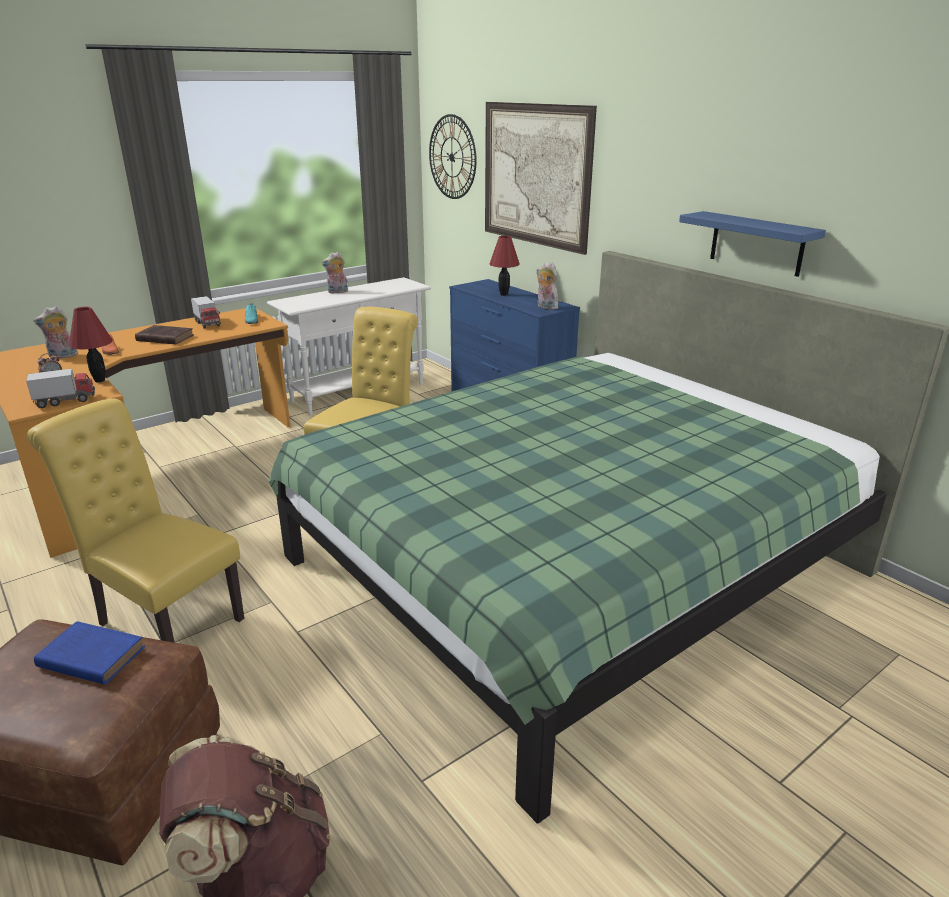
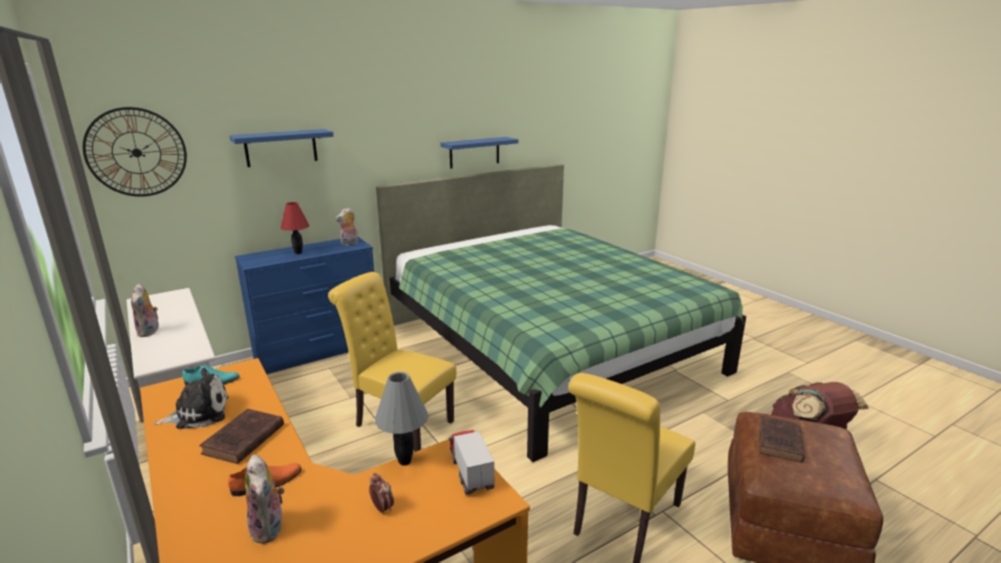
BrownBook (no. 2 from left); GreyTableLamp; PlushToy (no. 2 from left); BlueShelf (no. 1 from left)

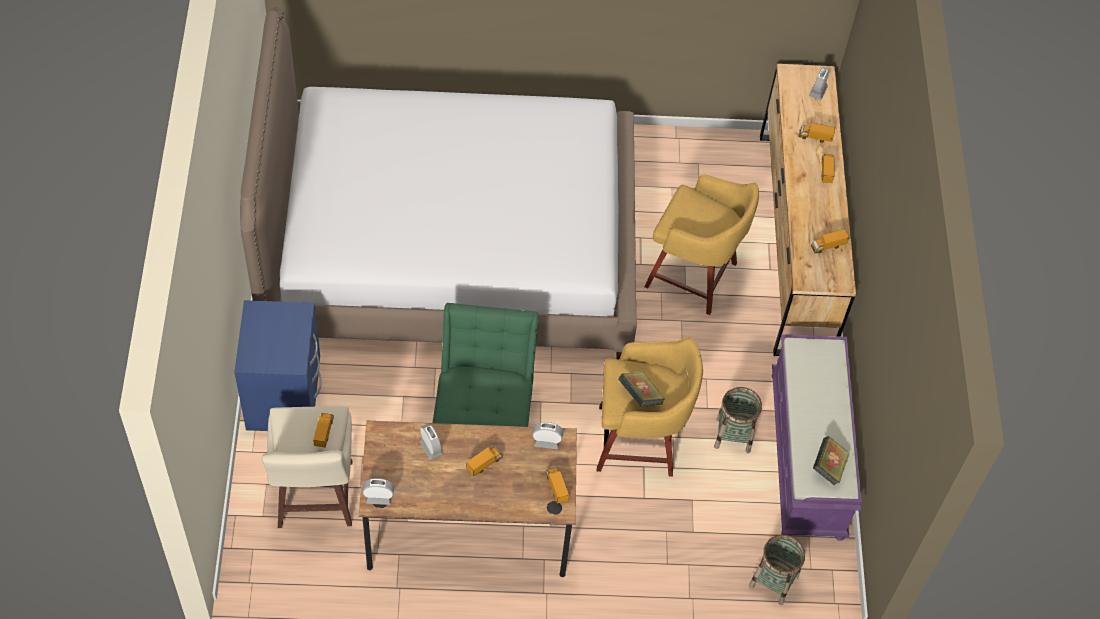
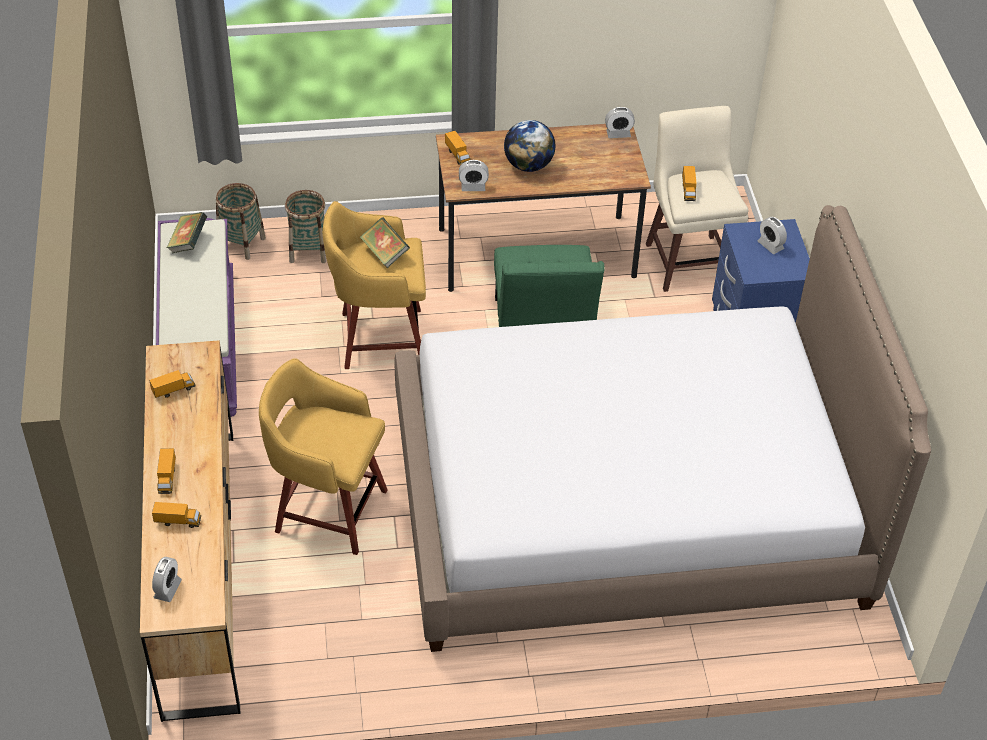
AlarmClock (no. 4 from left); Globe; Basket (no. 2 from left)

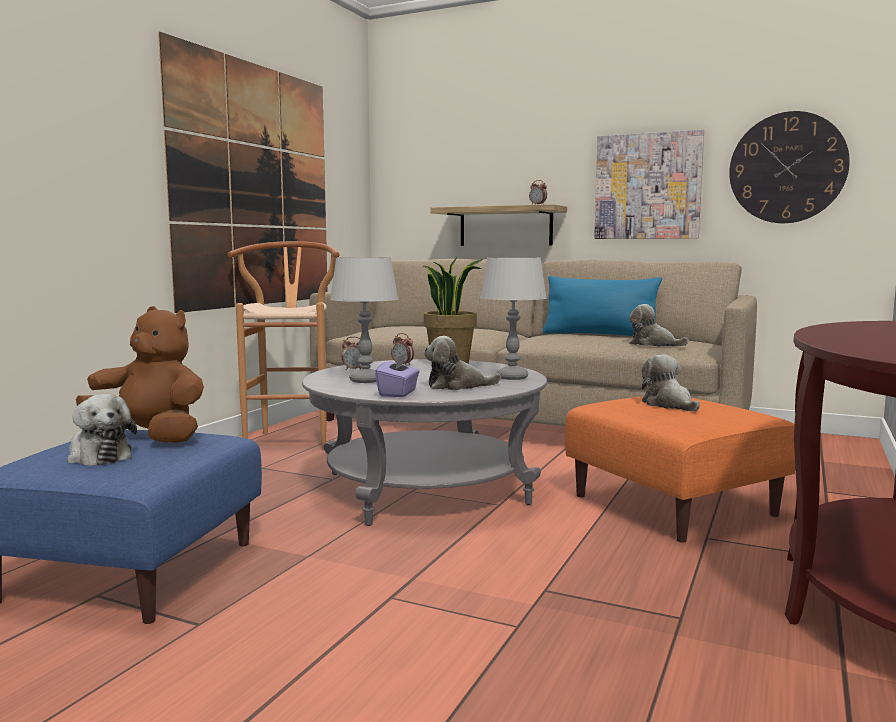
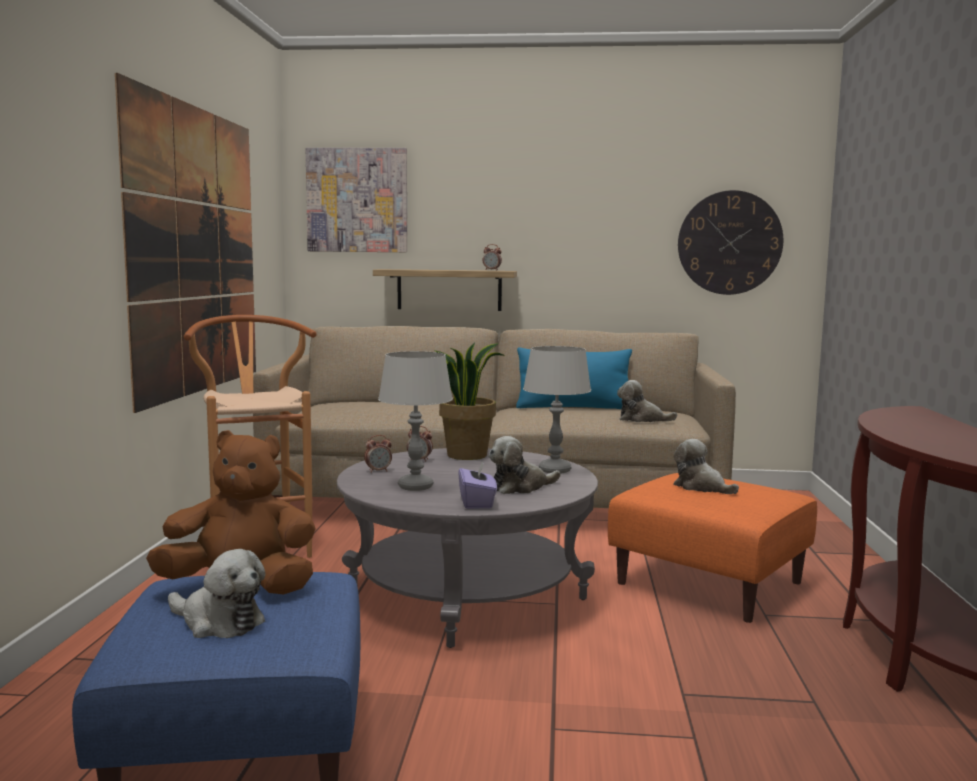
Picture (no. 2 from left)

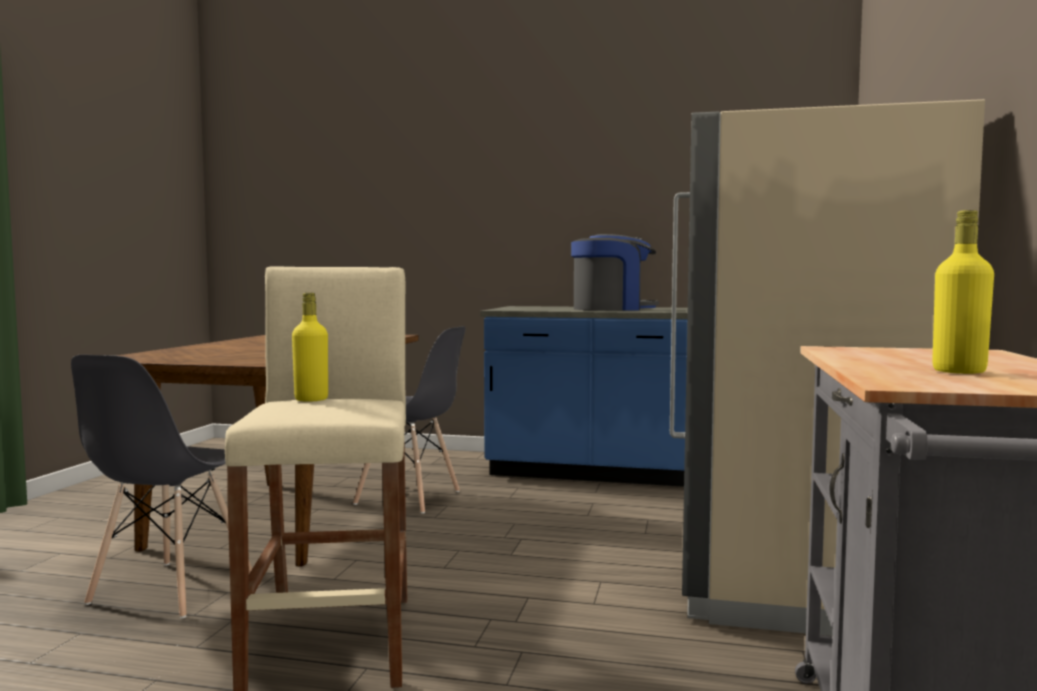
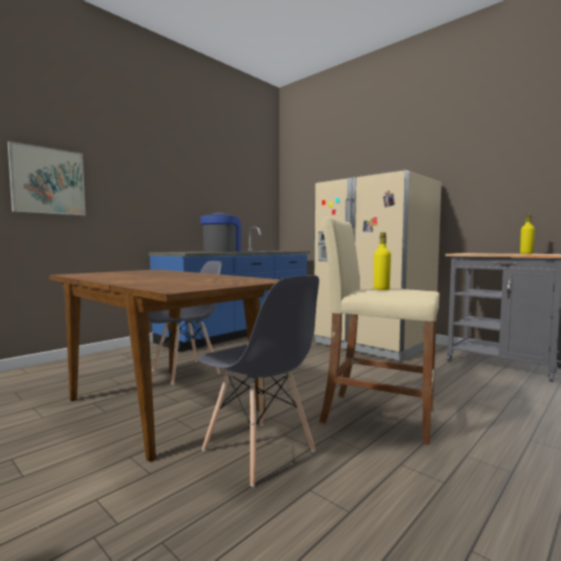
Picture

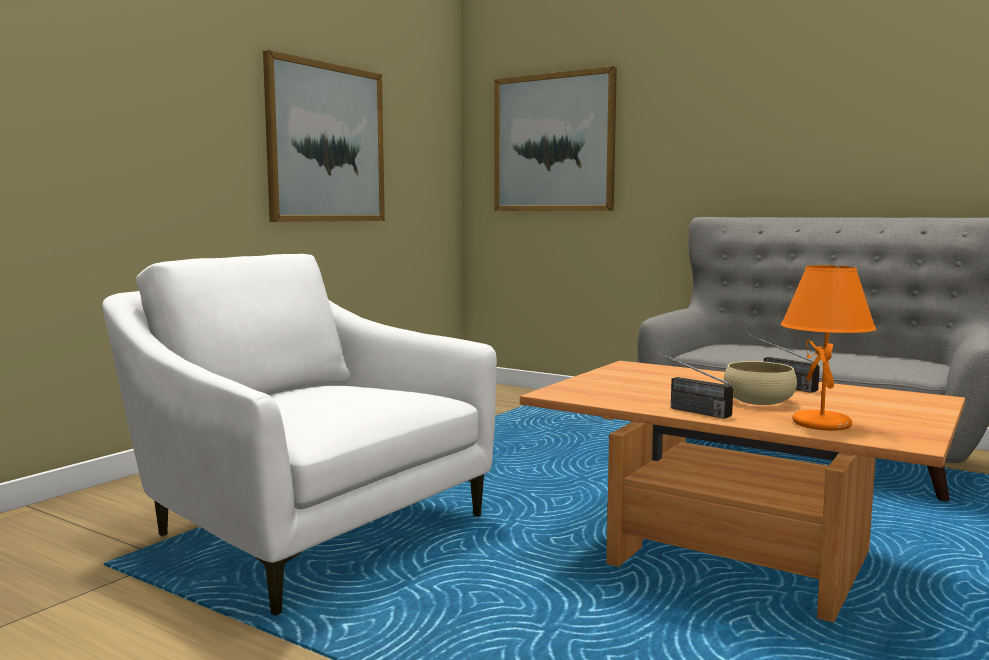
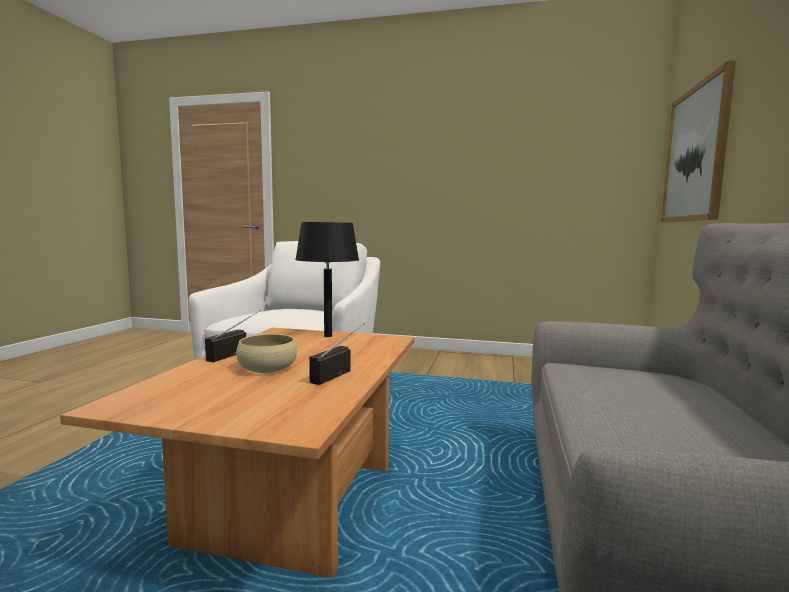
Picture (no. 1 from left in the first image); OrangeTableLamp; BlackTableLamp

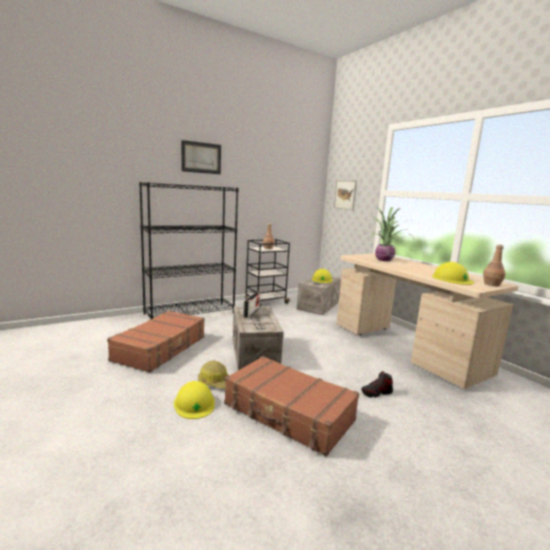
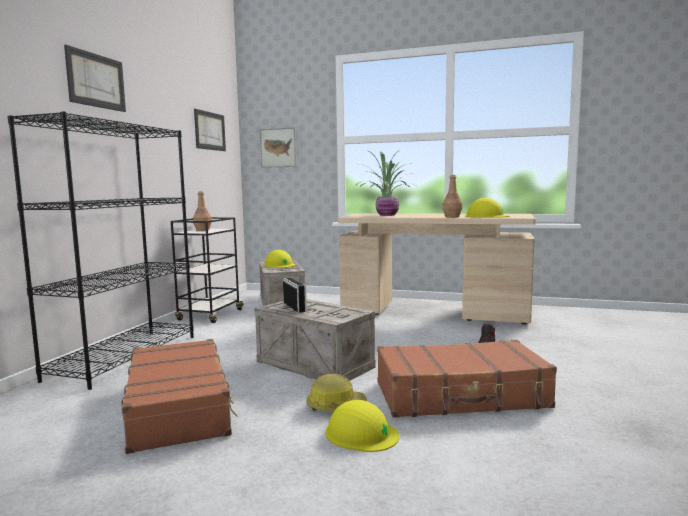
BrownBottle (no. 2 from left); Picture (no. 2 from left)

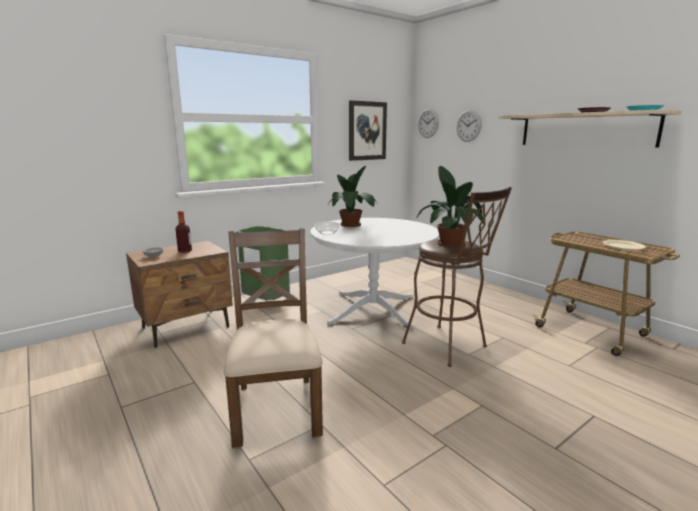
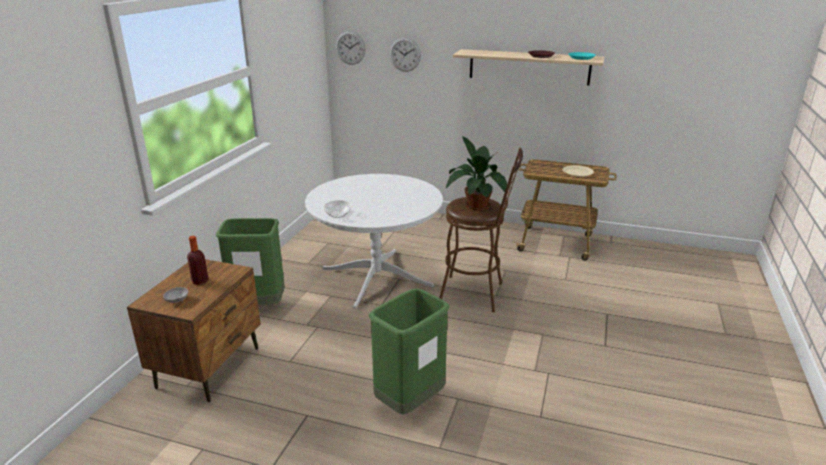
GreenTrashCan (no. 2 from left); PottedPlant (no. 1 from left in the first image); Picture

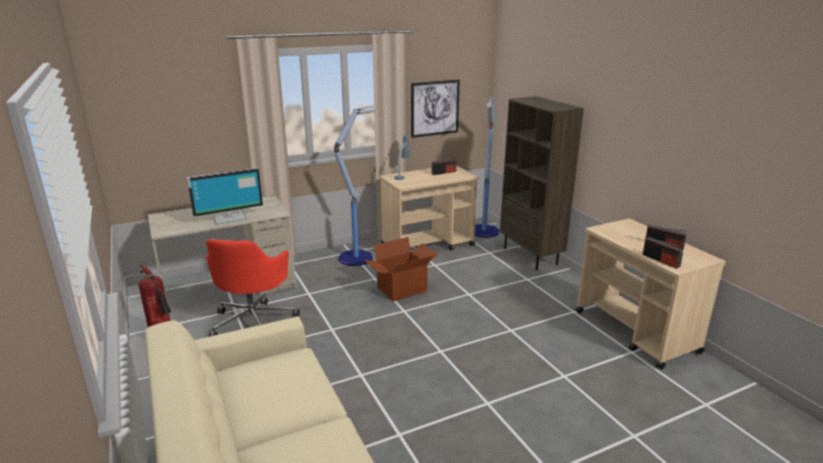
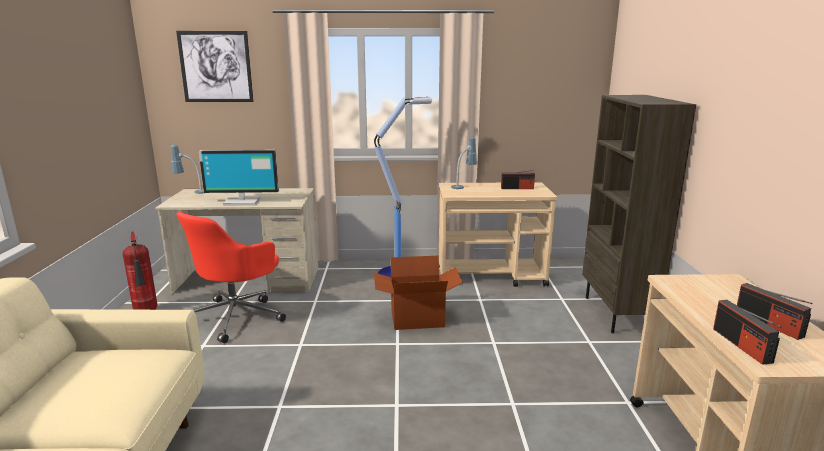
Picture; FloorLamp (no. 2 from left in the first image); TableLamp (no. 1 from left)

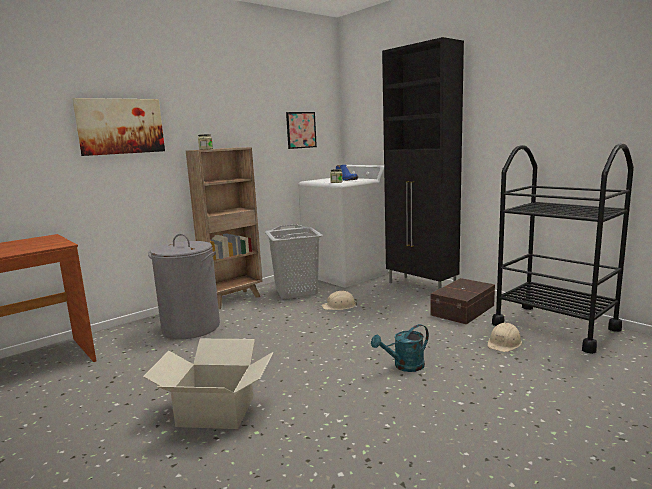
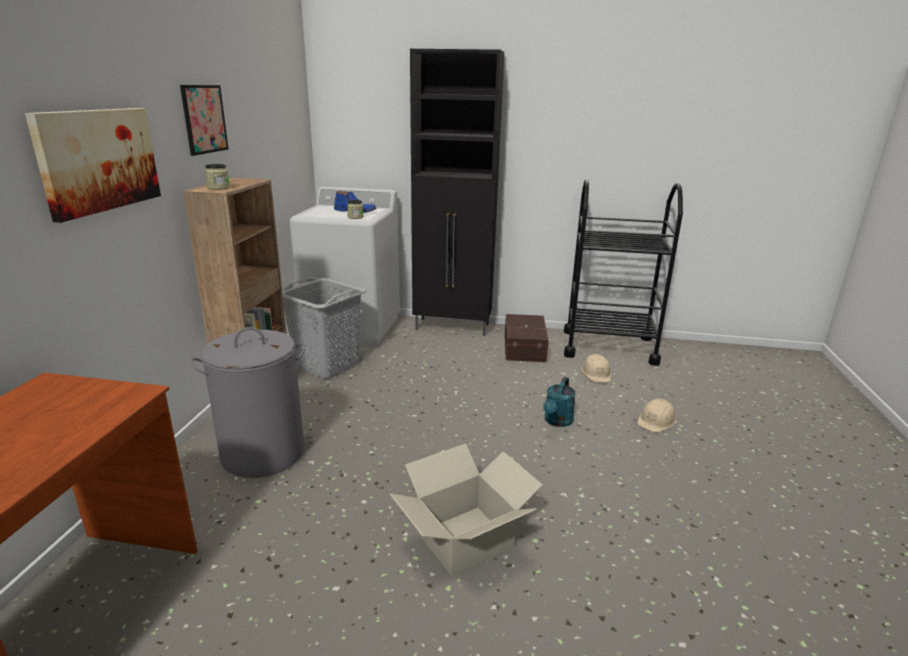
Picture (no. 2 from left); BeigeHardHat (no. 2 from left)

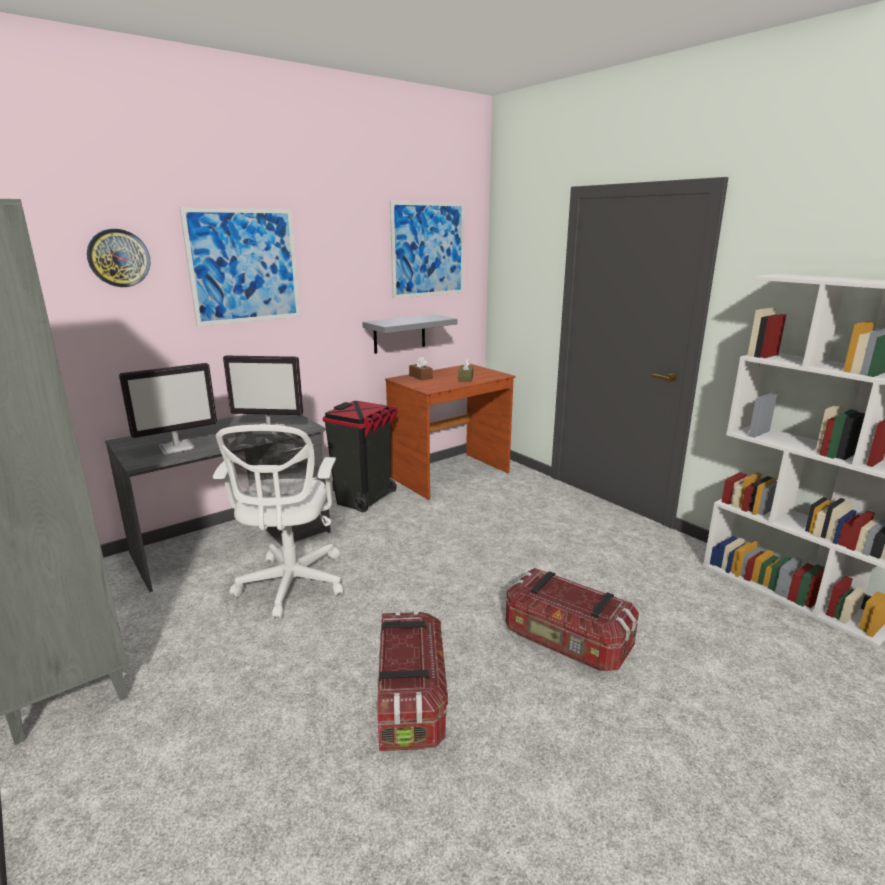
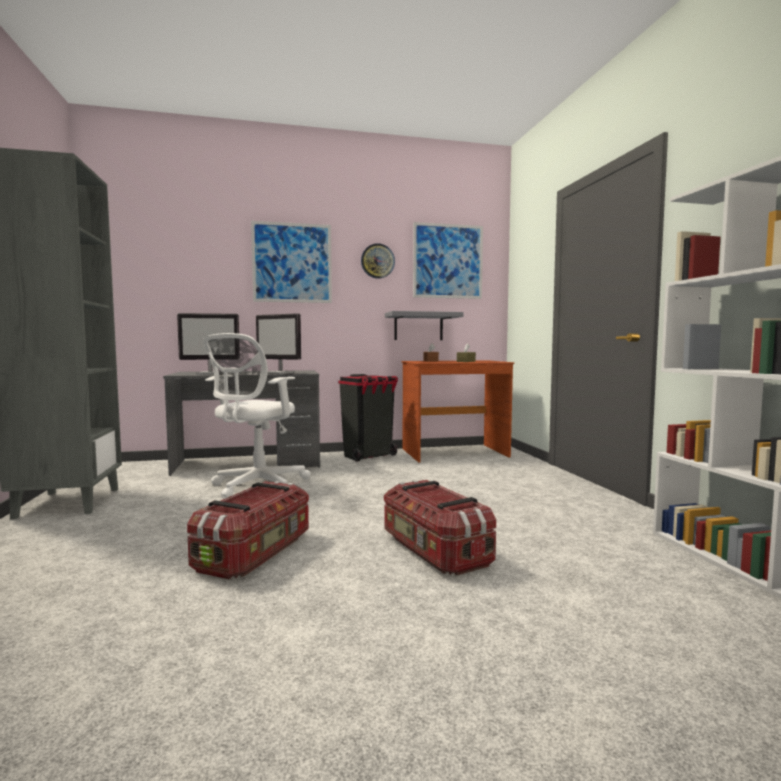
WallClock

